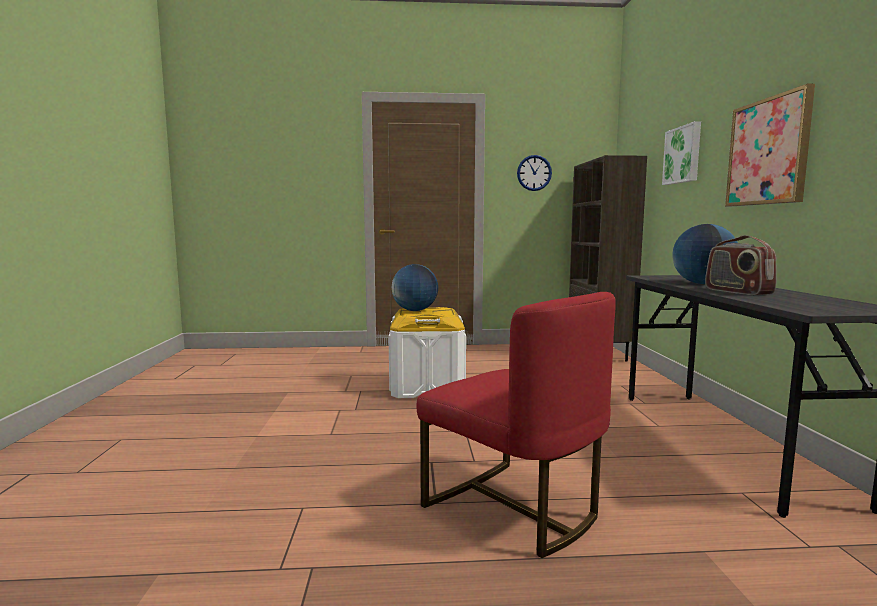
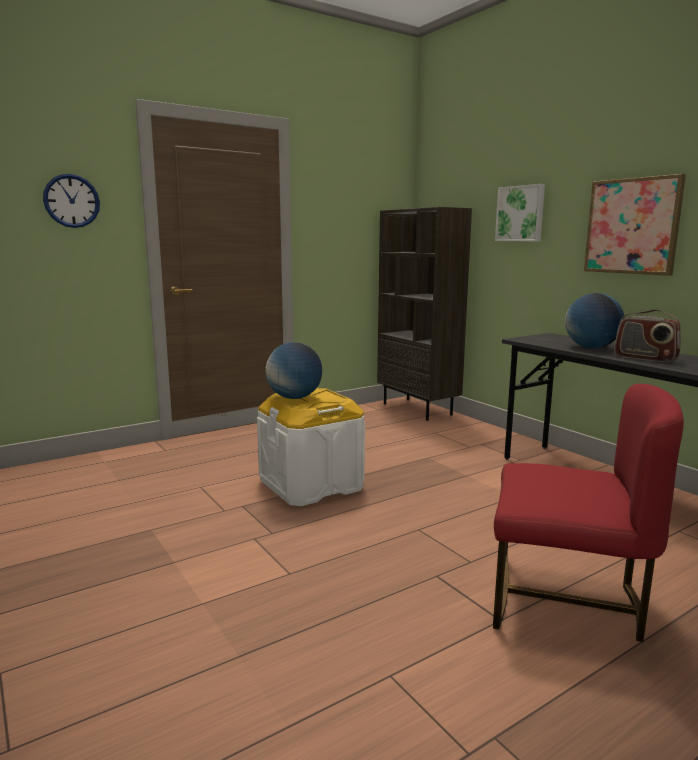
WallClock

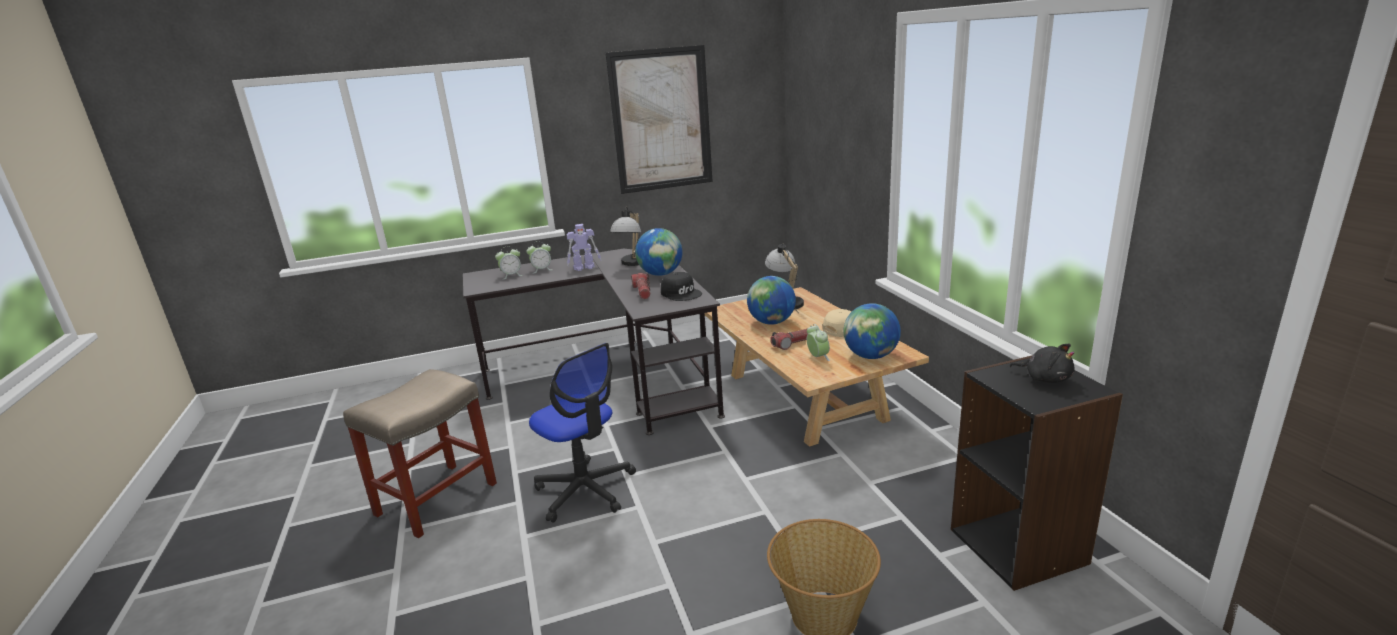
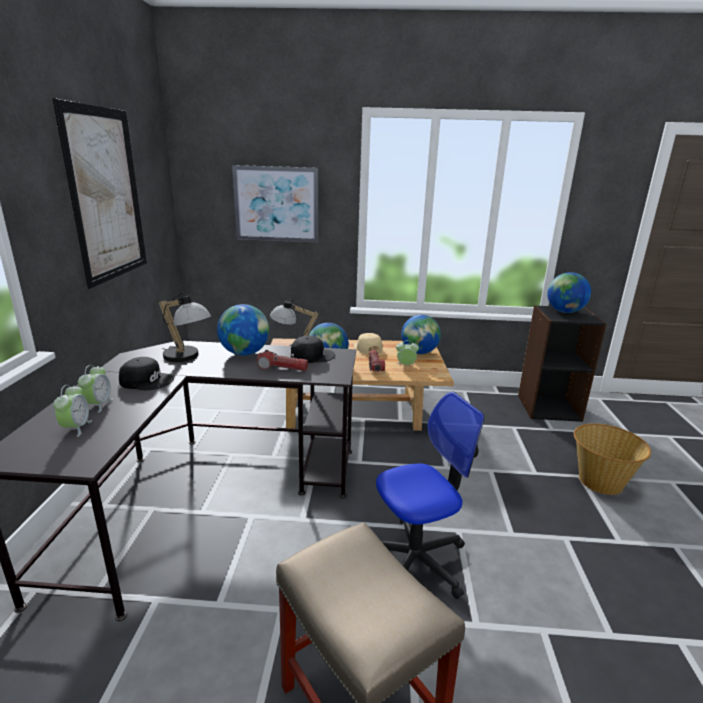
BlackCap (no. 1 from left); Globe (no. 4 from left); Picture (no. 2 from left)

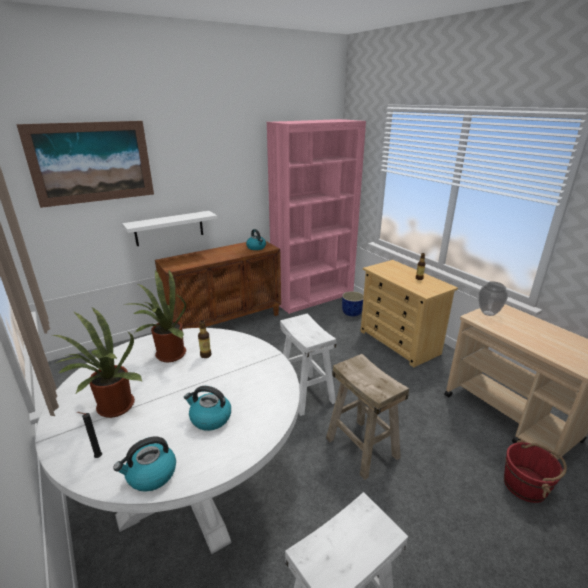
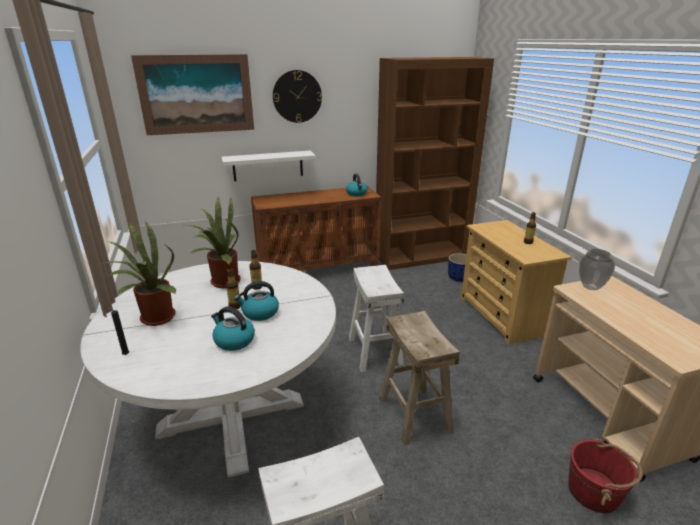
Kettle (no. 2 from left); BrownBookcase; Bottle (no. 1 from left); WallClock

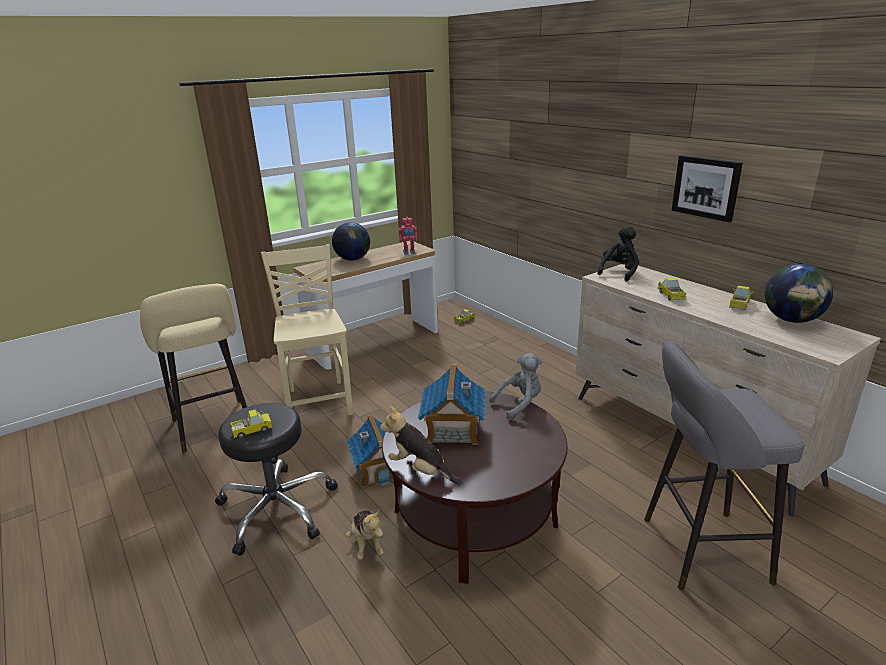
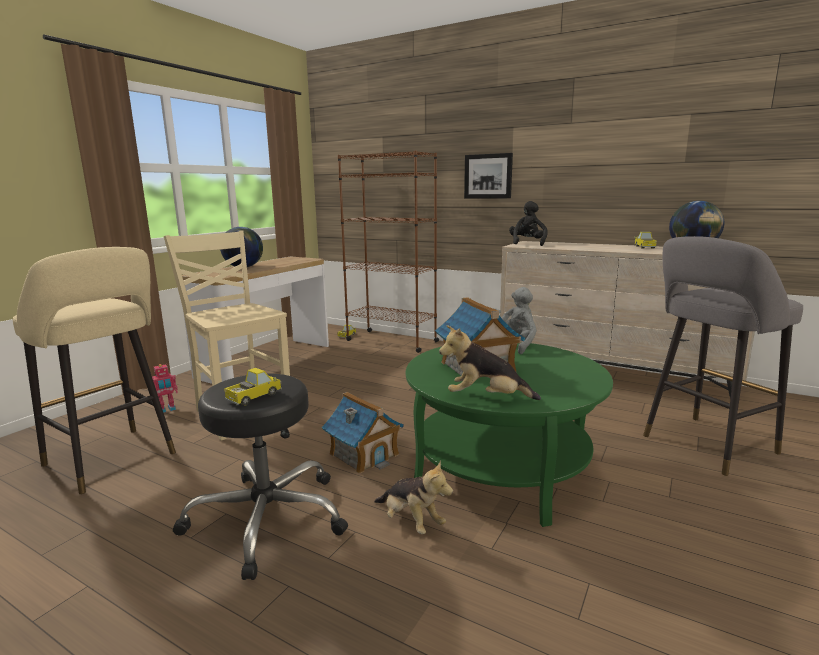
GreenCoffeeTable; ToyRobot; ToyTruck (no. 3 from left in the first image); Picture; BrownBookcase

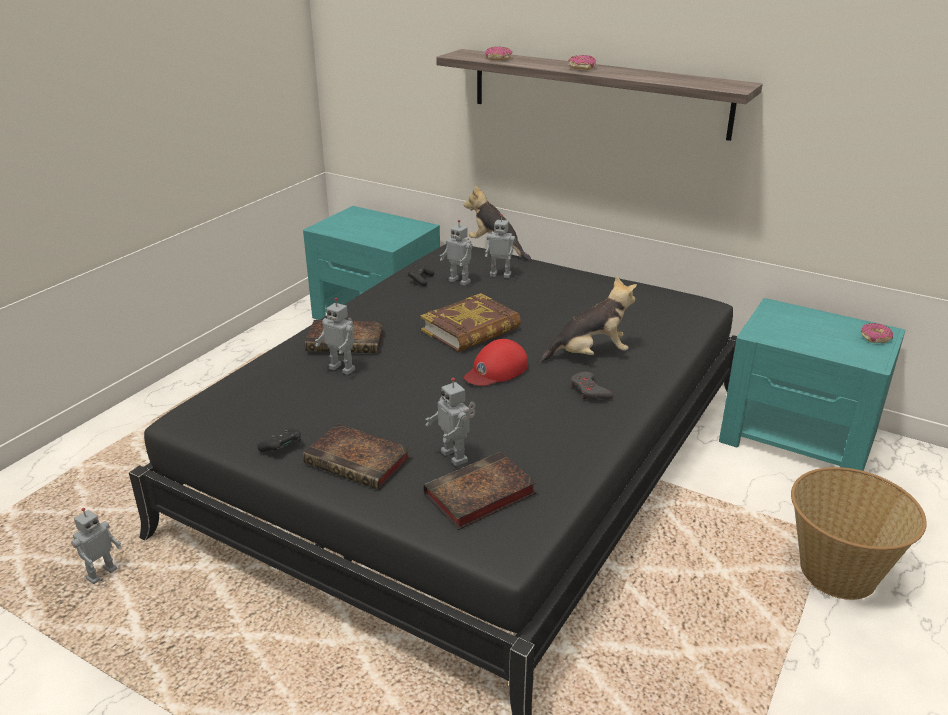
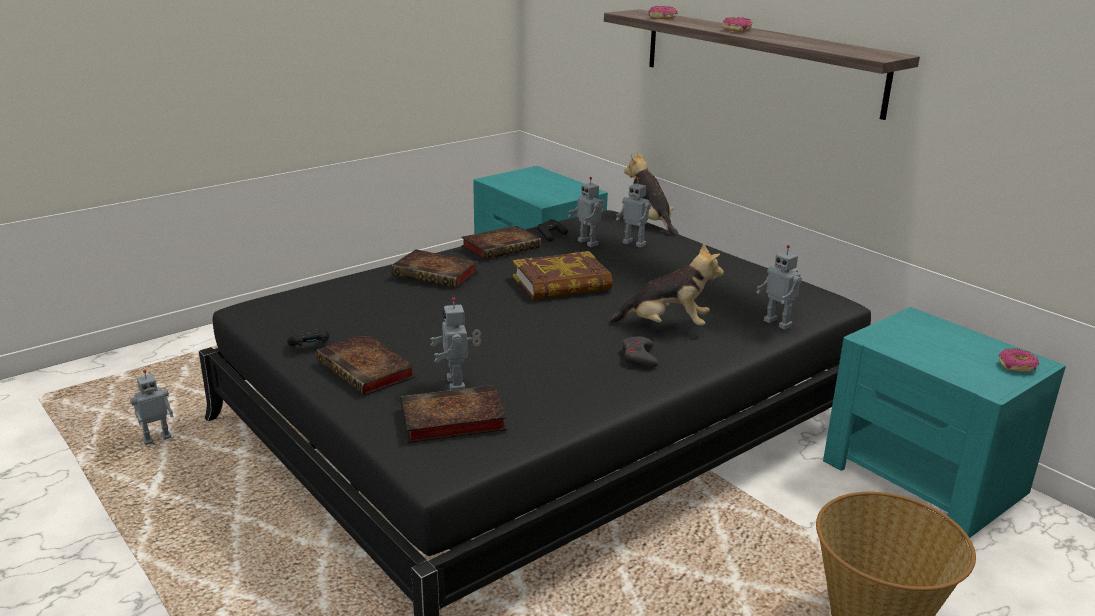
ToyRobot (no. 5 from left); RedCap; Book (no. 4 from left)

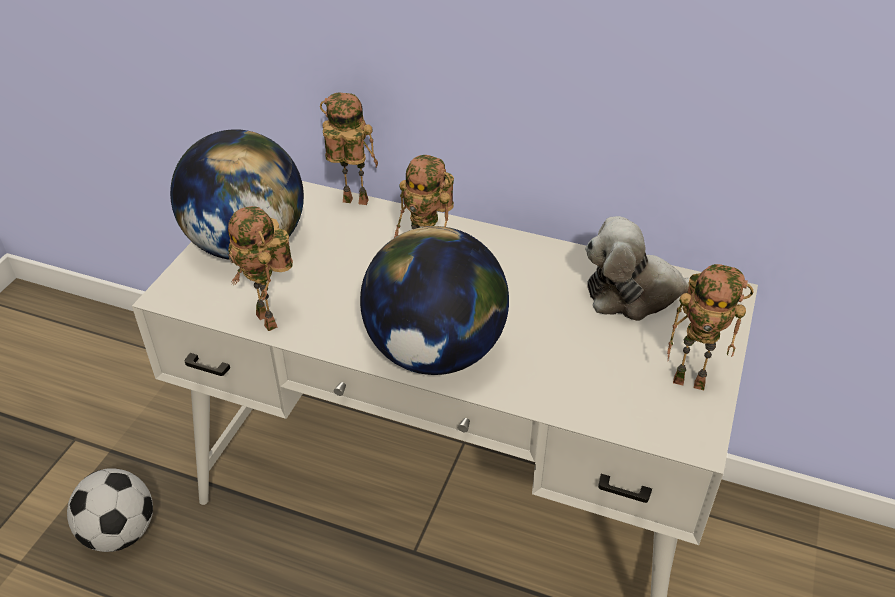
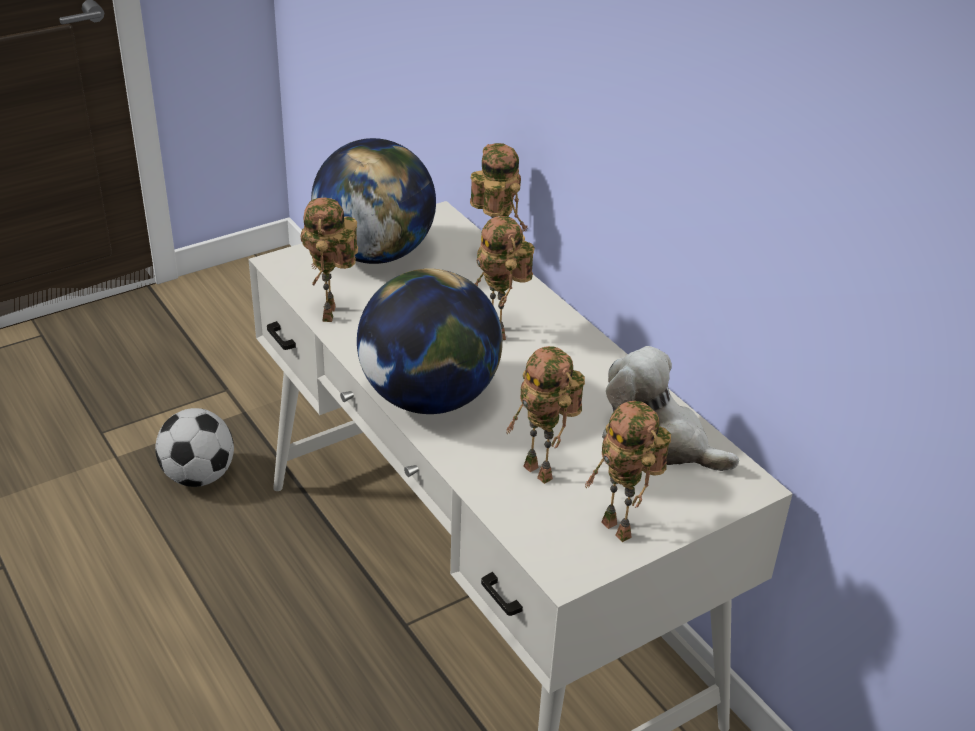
ToyRobot (no. 4 from left)

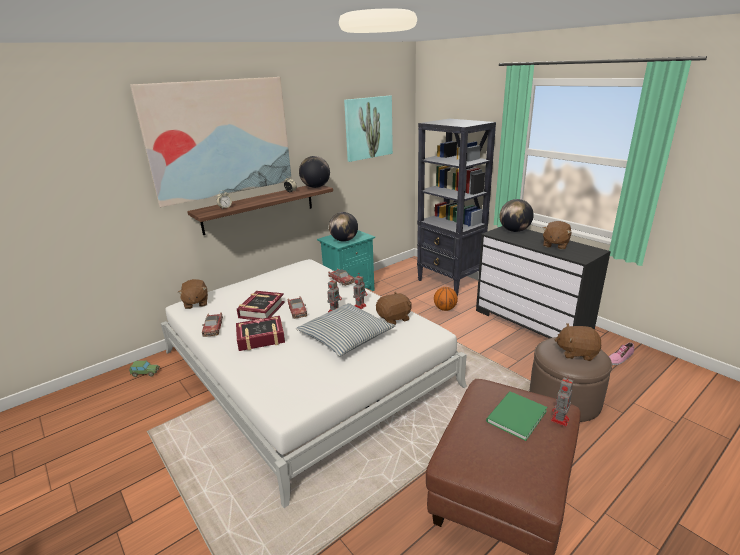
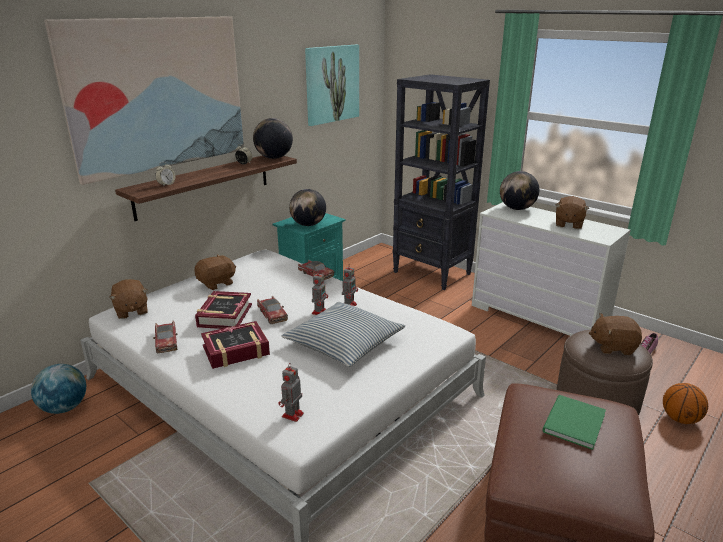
Globe (no. 1 from left); BrownPlushToy (no. 2 from left); Basketball; WhiteDresser; ToyRobot (no. 1 from left)

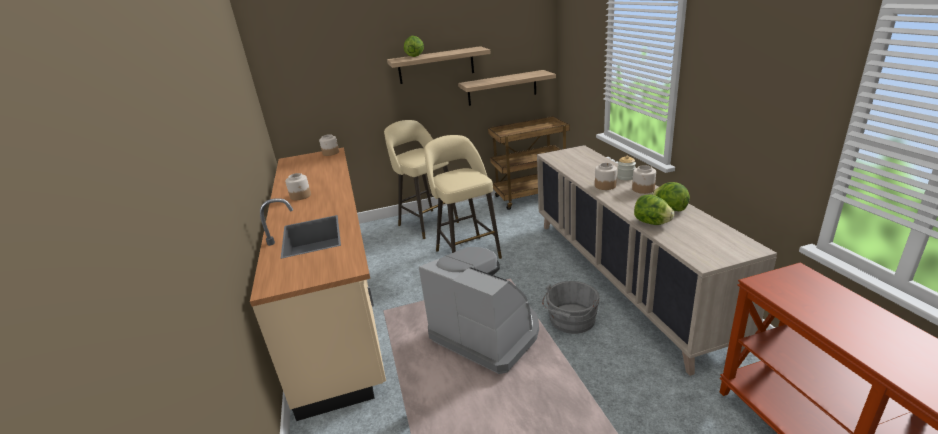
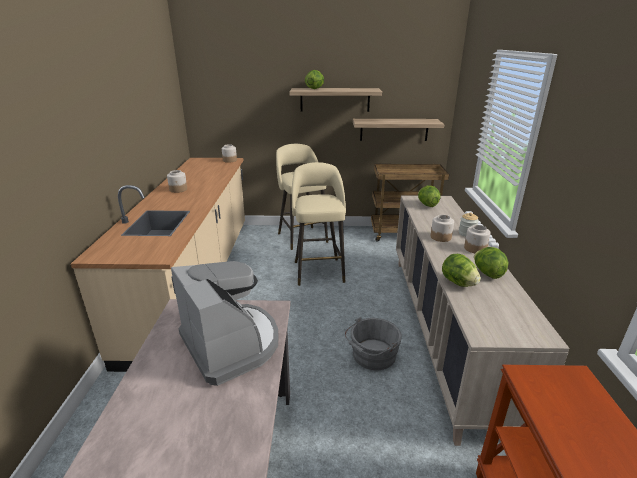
Lettuce (no. 2 from left)

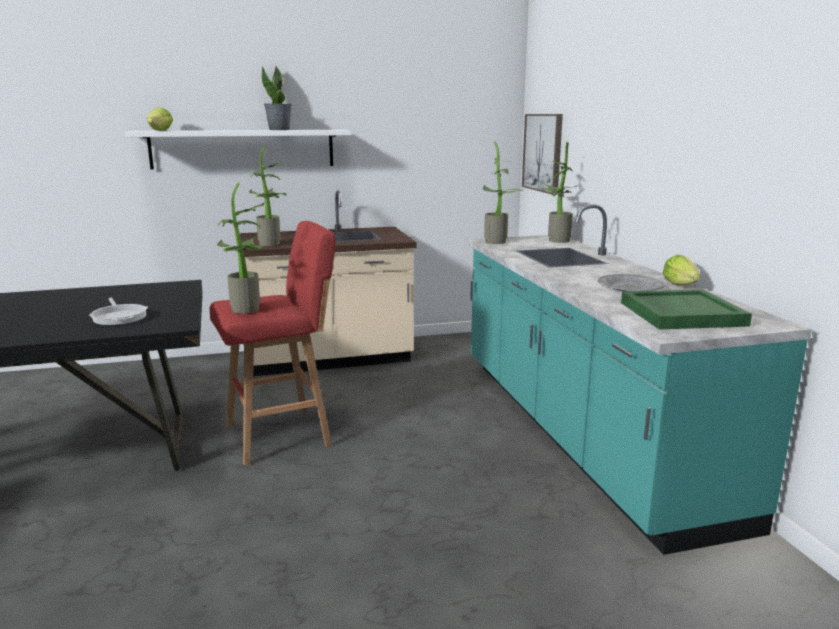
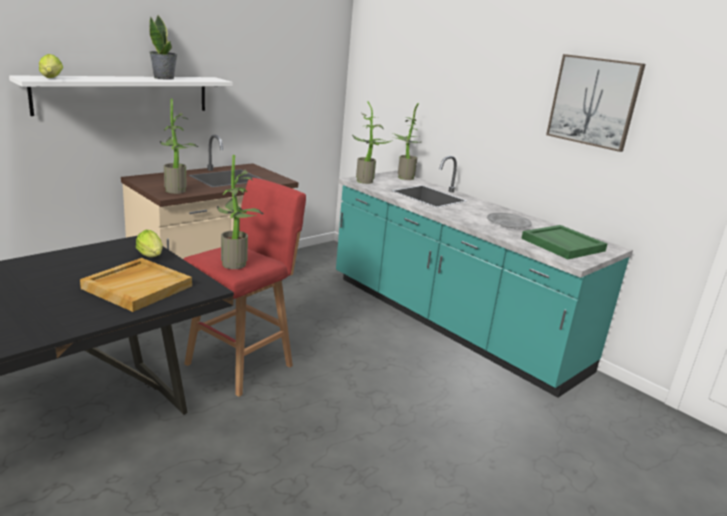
BeigeTray; Picture; Lettuce (no. 2 from left)

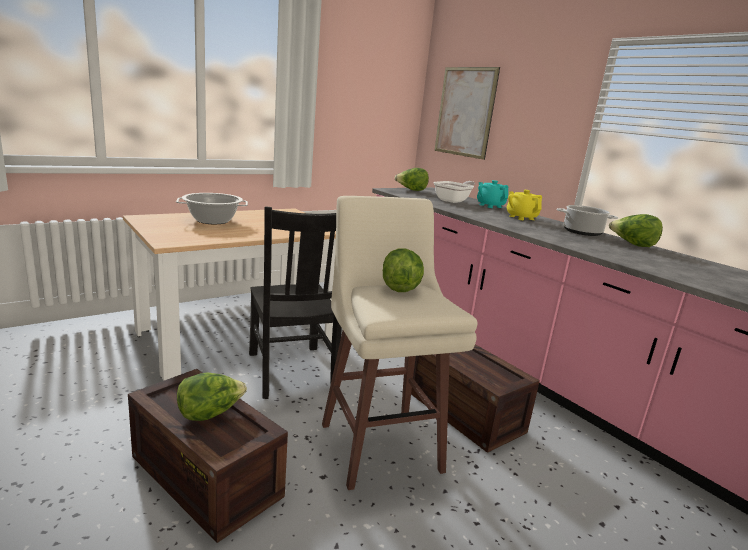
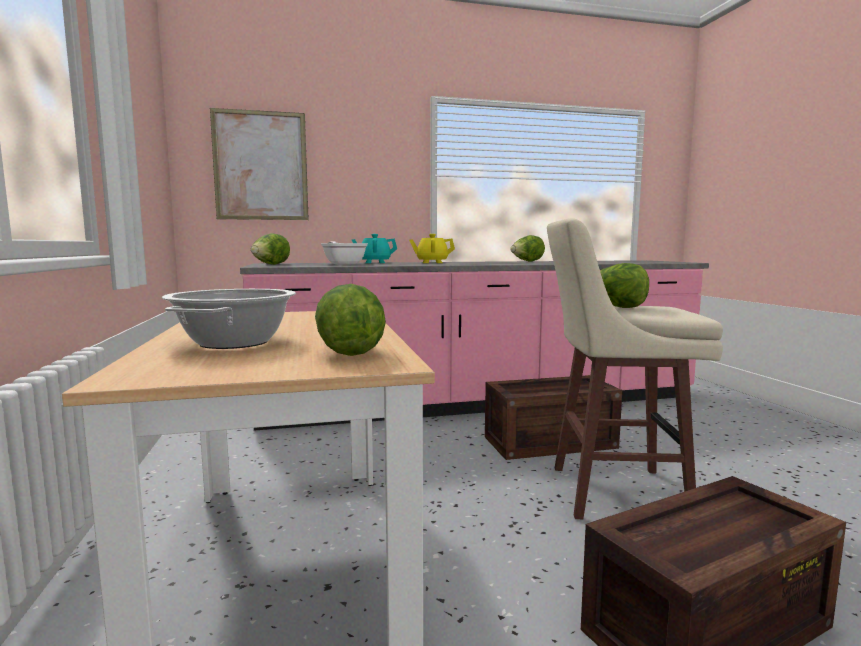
Lettuce (no. 2 from left); BlackChair; CookingPot (no. 2 from left in the first image)

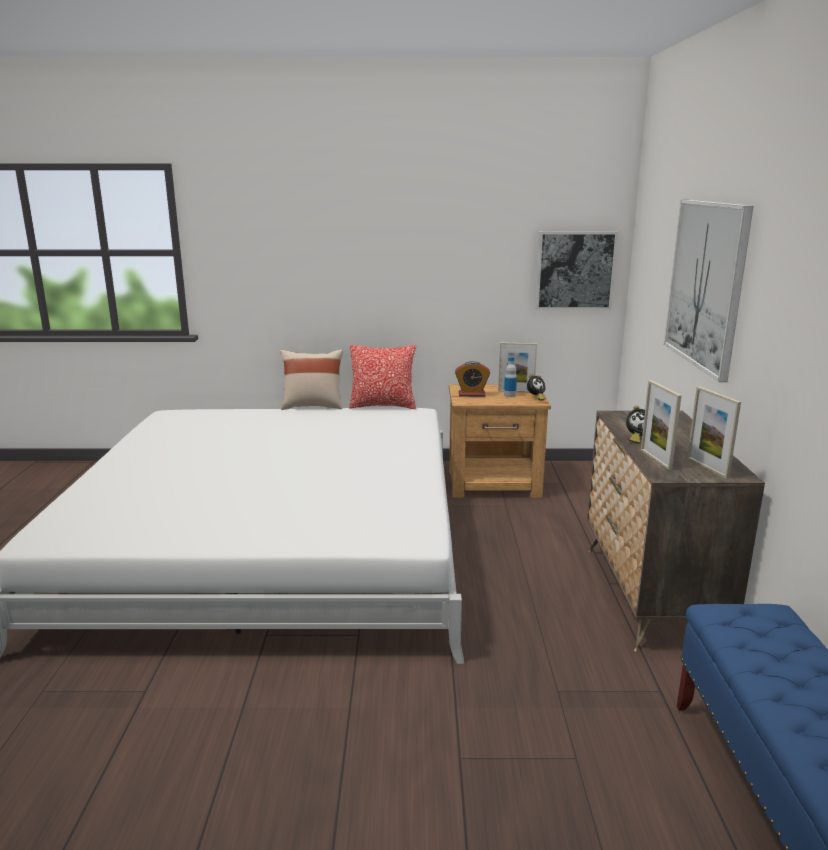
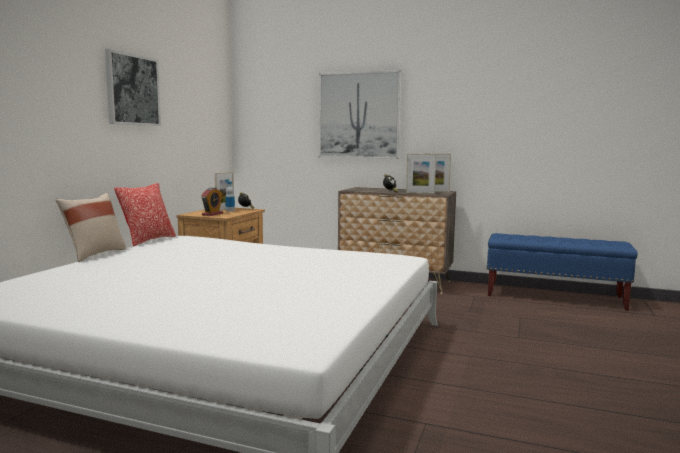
Picture (no. 1 from left)

